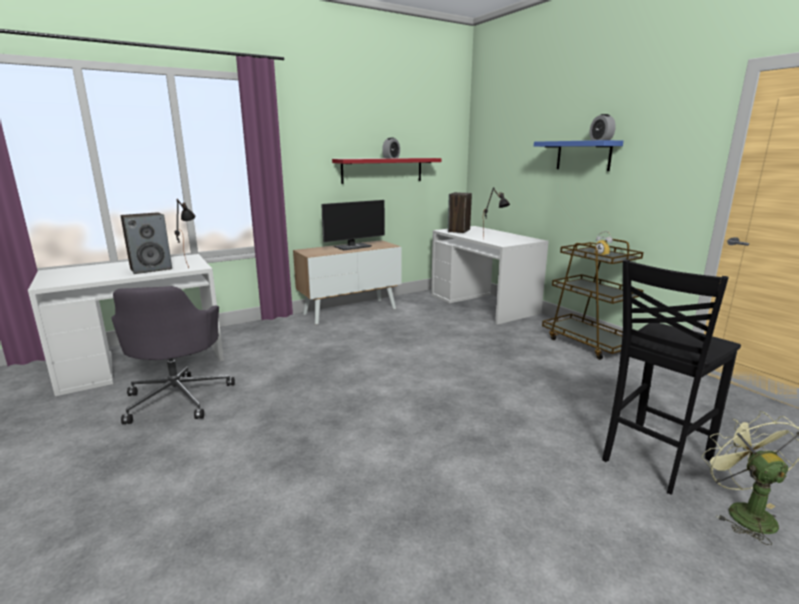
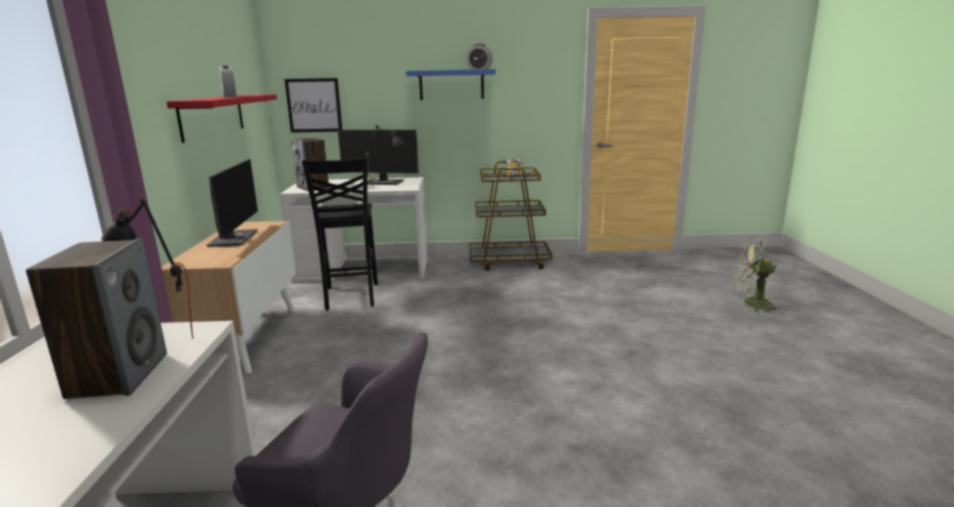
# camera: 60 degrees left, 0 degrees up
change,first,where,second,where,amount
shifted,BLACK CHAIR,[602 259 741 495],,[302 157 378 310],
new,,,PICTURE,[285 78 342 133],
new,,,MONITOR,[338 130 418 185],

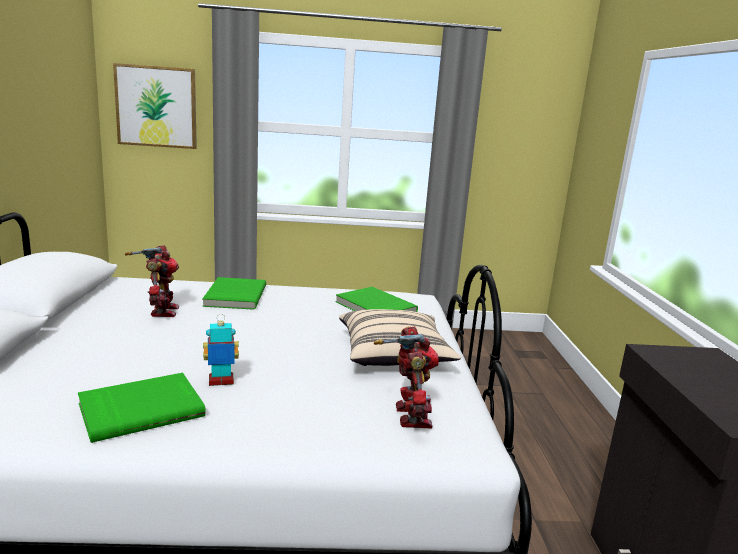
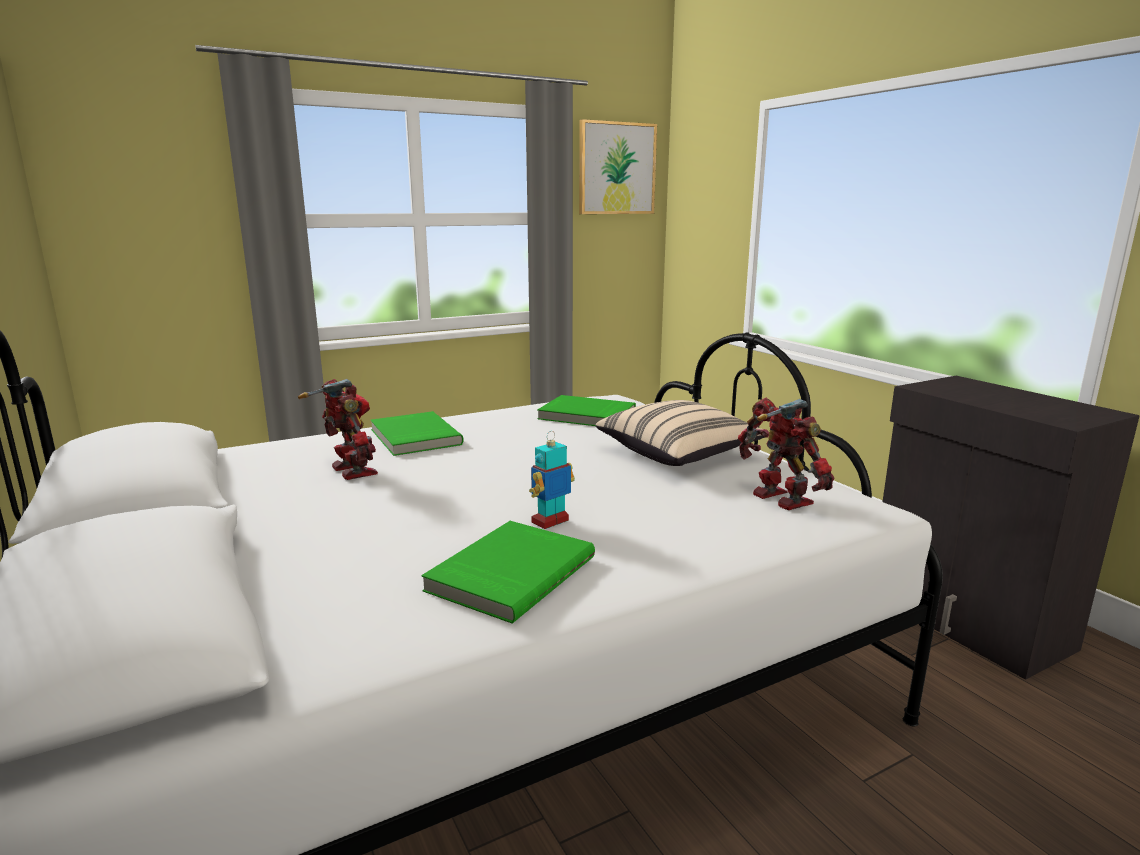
# camera: 25 degrees left, 0 degrees up
change,first,where,second,where,amount
shifted,PICTURE,[113 63 197 149],,[579 119 657 214],

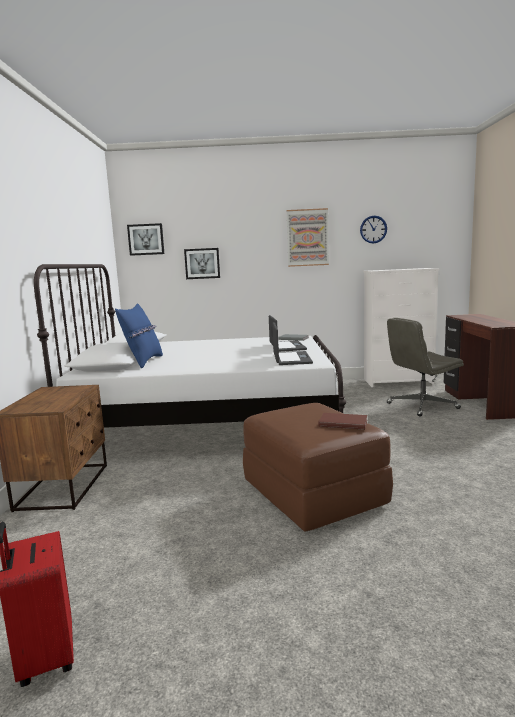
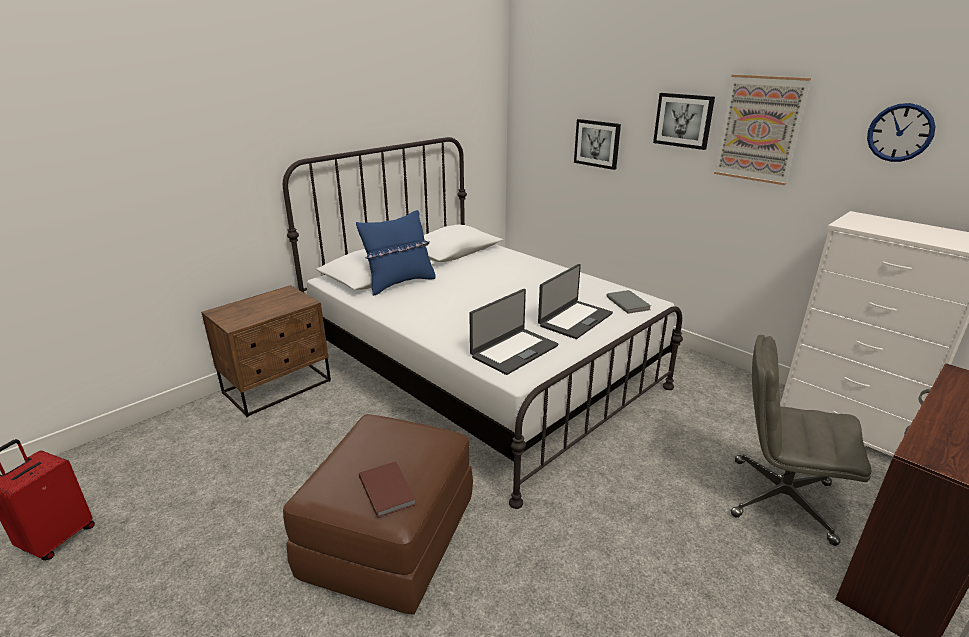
# camera: 45 degrees right, 15 degrees up
change,first,where,second,where,amount
shifted,PICTURE,[127 223 164 256],,[653 93 715 150],

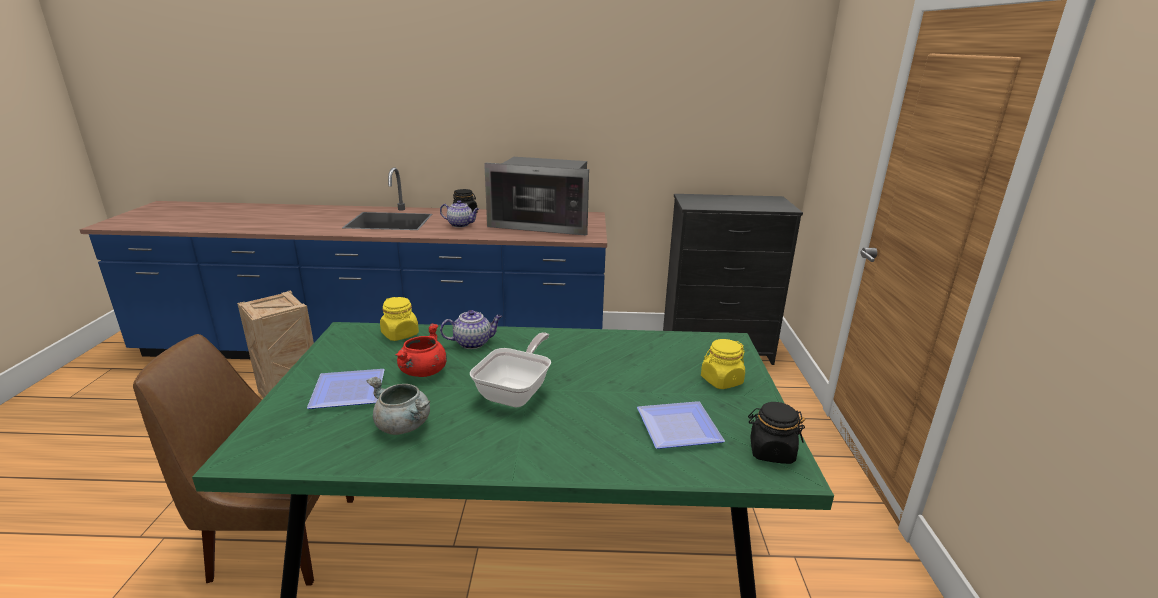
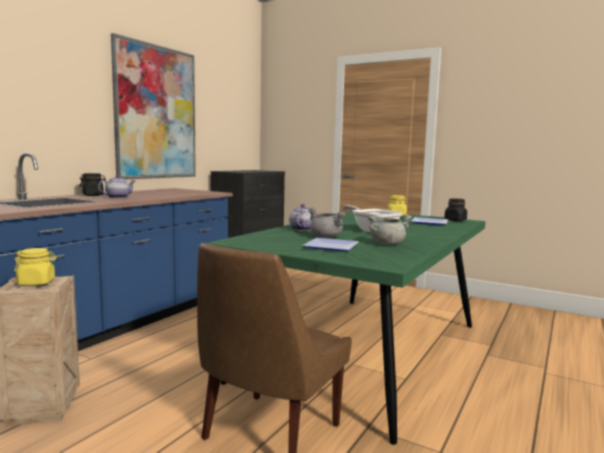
# camera: 60 degrees left, 15 degrees down
change,first,where,second,where,amount
gone,MICROWAVE,[484 157 589 236],,,
shifted,YELLOW JAR,[380 297 419 341],,[14 248 57 285],
repainted,RED COOKING POT,[395 323 447 377],GREY COOKING POT,[308 208 346 238],
new,,,PICTURE,[111 33 196 179],

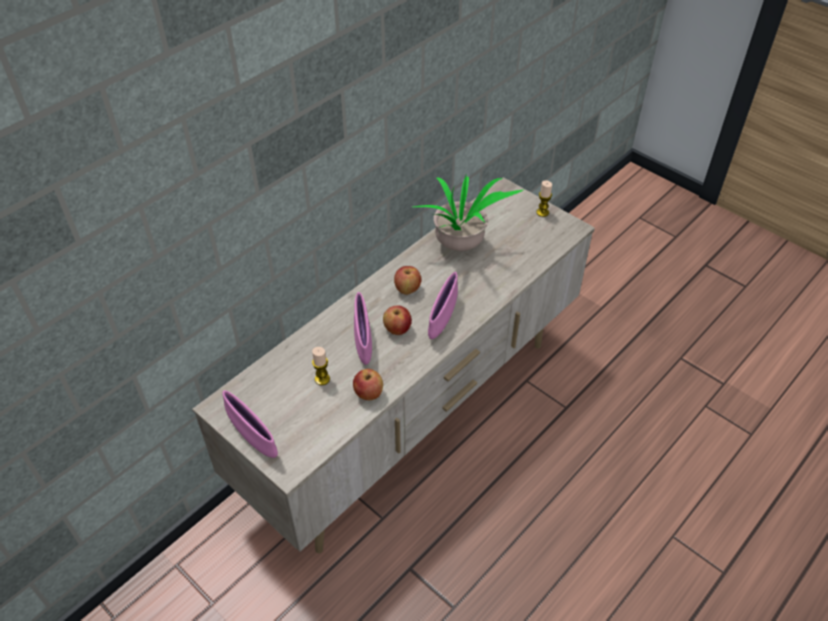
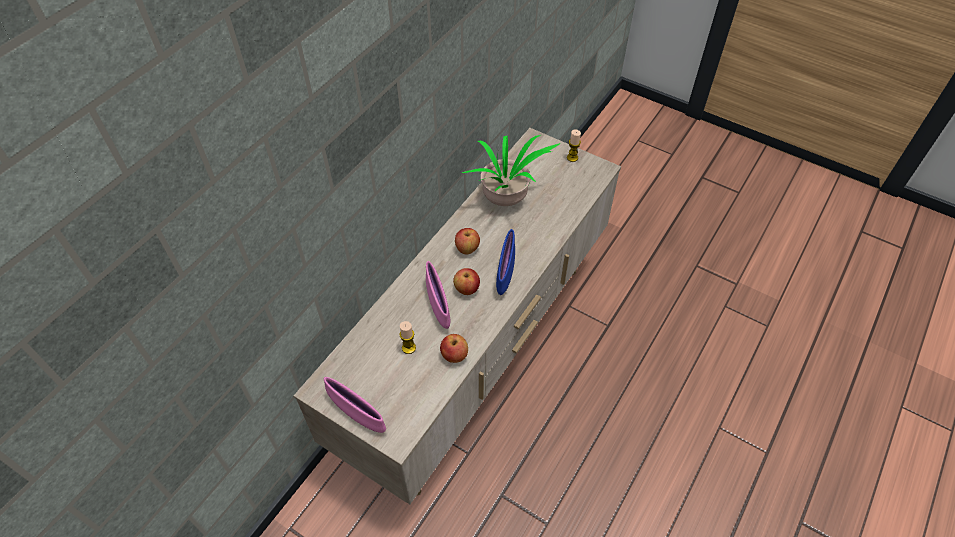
# camera: 10 degrees left, 5 degrees up
change,first,where,second,where,amount
repainted,PINK BOWL,[428 272 458 339],BLUE BOWL,[496 229 515 295],

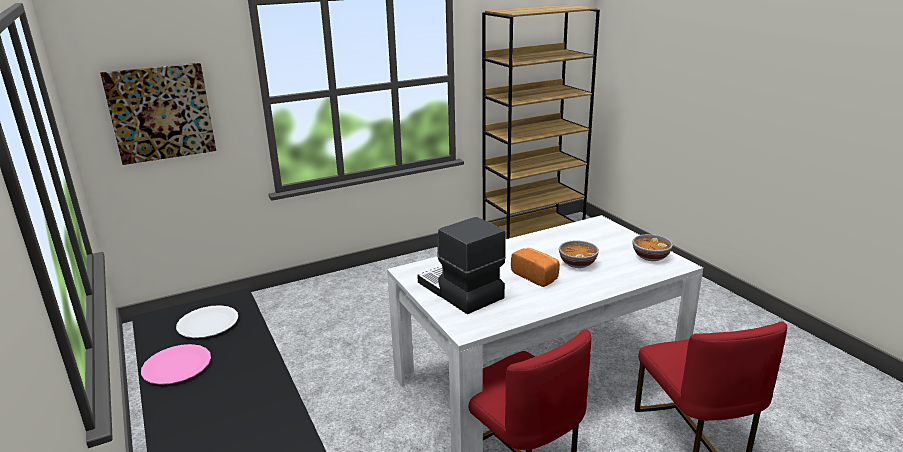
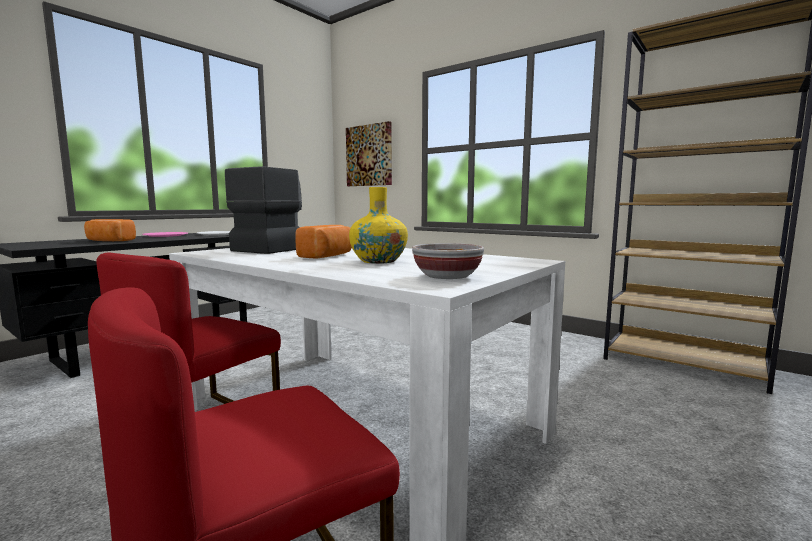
# camera: 65 degrees right, 15 degrees down
change,first,where,second,where,amount
swapped,BOWL,[559 241 599 268],YELLOW VASE,[349 187 408 264],
new,,,BREAD,[84 219 136 241],

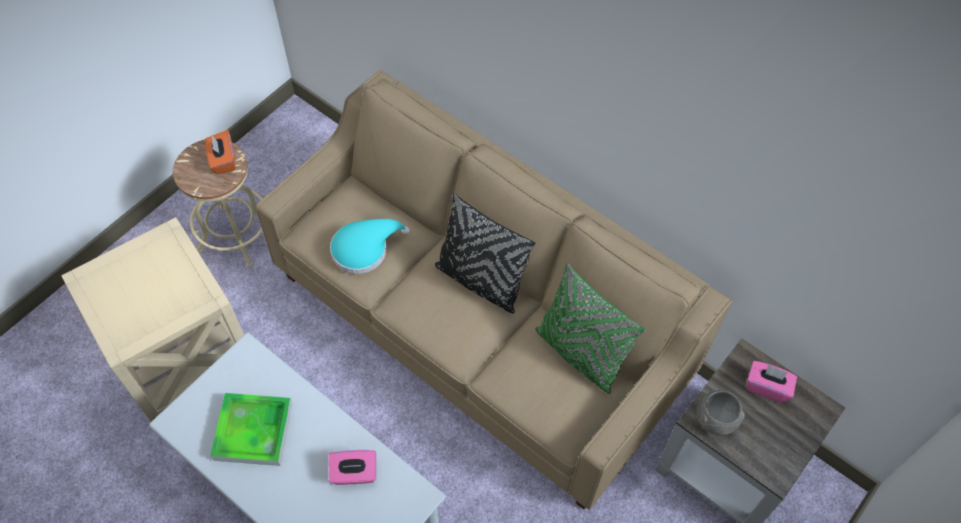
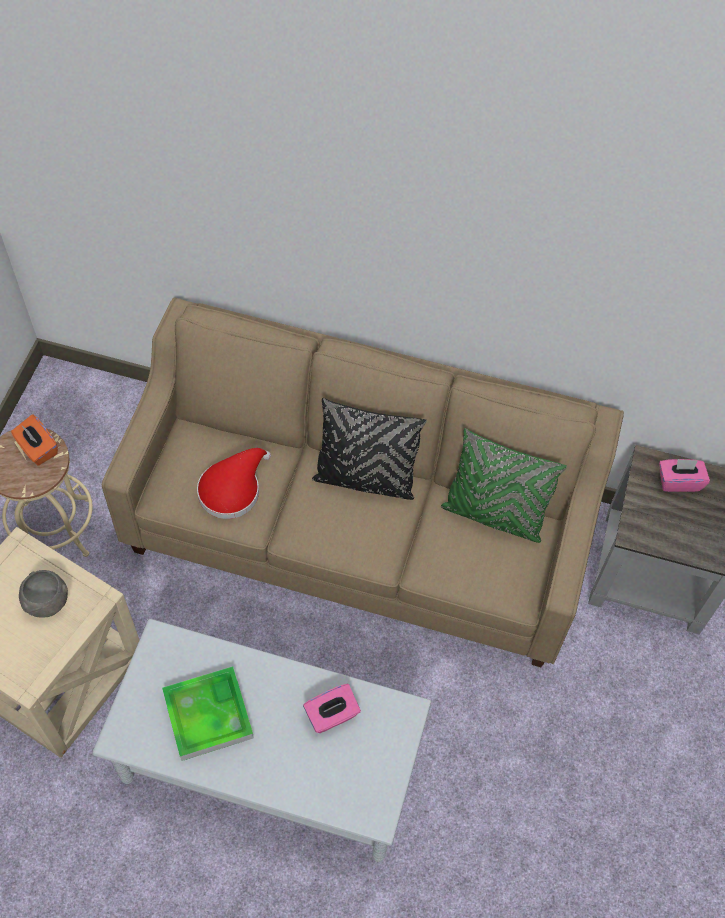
# camera: 25 degrees left, 0 degrees up
change,first,where,second,where,amount
repainted,TURQUOISE HAT,[330 219 409 274],RED HAT,[197 448 271 519],
shifted,GREY BOWL,[697 389 745 436],,[19 570 68 618],

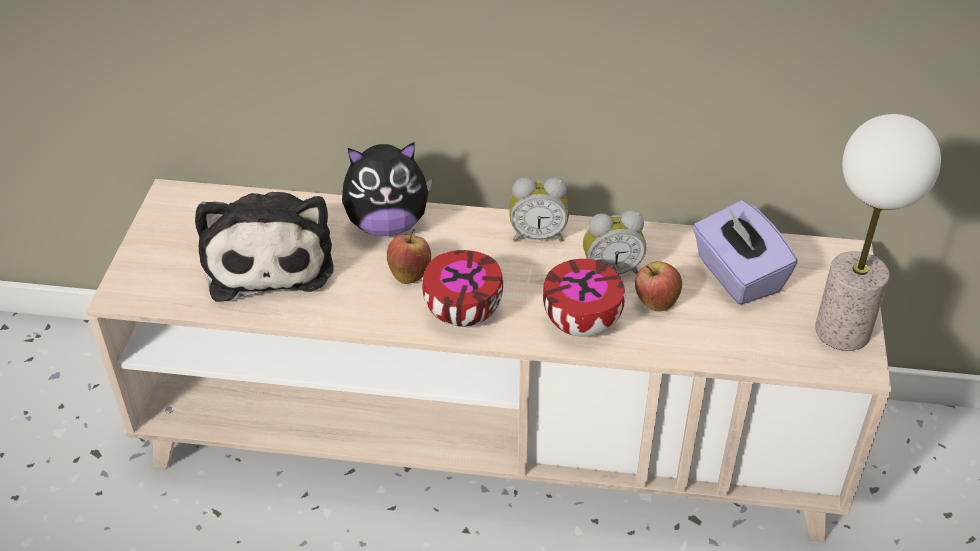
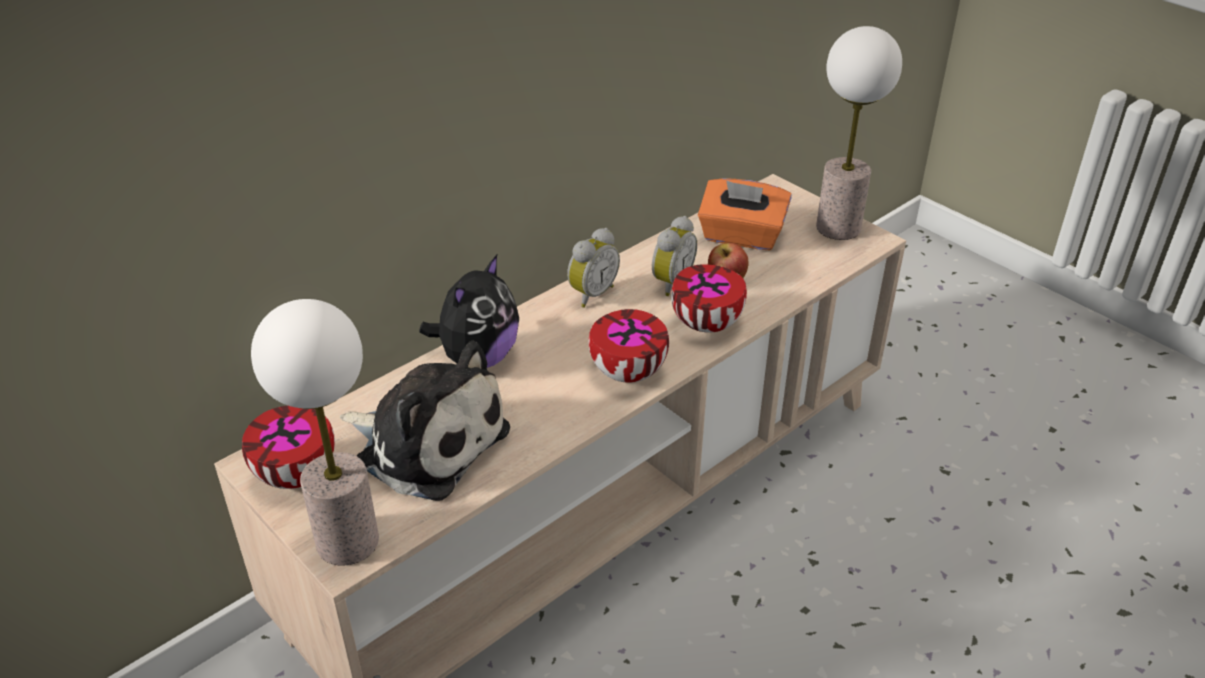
# camera: 50 degrees left, 5 degrees down
change,first,where,second,where,amount
repainted,PURPLE TISSUE BOX,[693 200 798 305],ORANGE TISSUE BOX,[698 178 791 250],
gone,APPLE,[387 229 431 284],,,
new,,,TABLE LAMP,[251 299 379 566],
new,,,BOWL,[242 406 335 489],

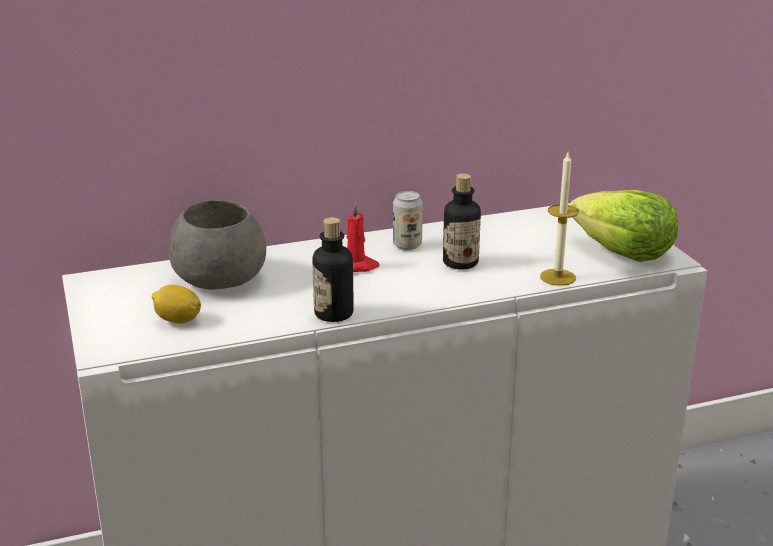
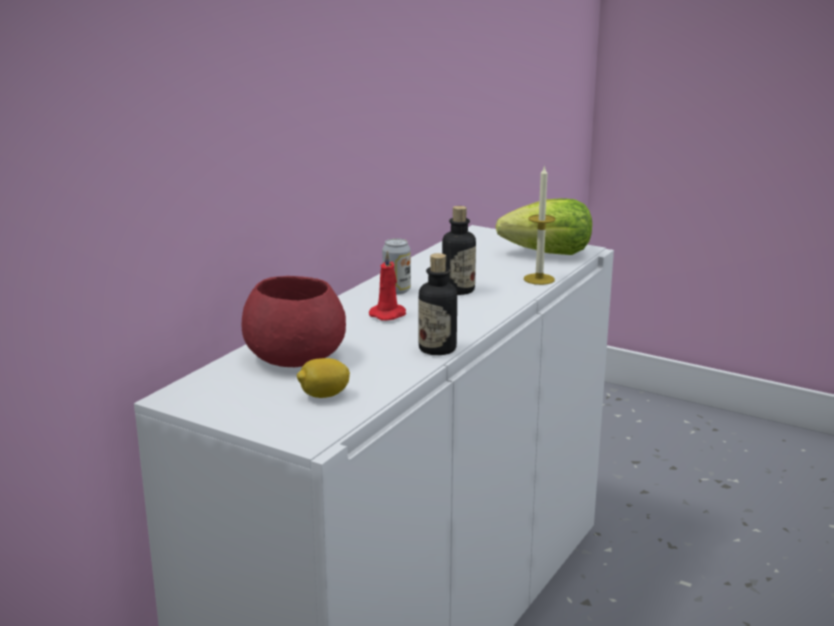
# camera: 40 degrees left, 5 degrees down
change,first,where,second,where,amount
repainted,GREY BOWL,[168 199 266 290],RED BOWL,[242 276 346 367],

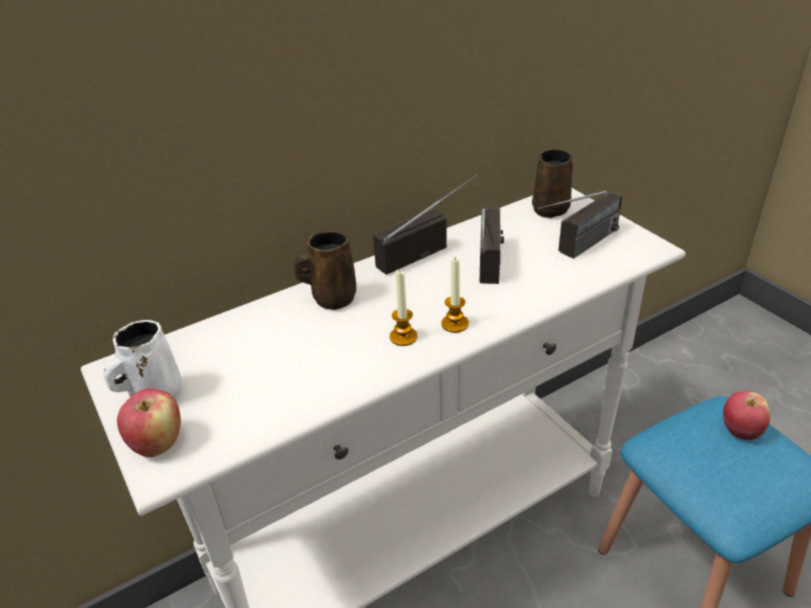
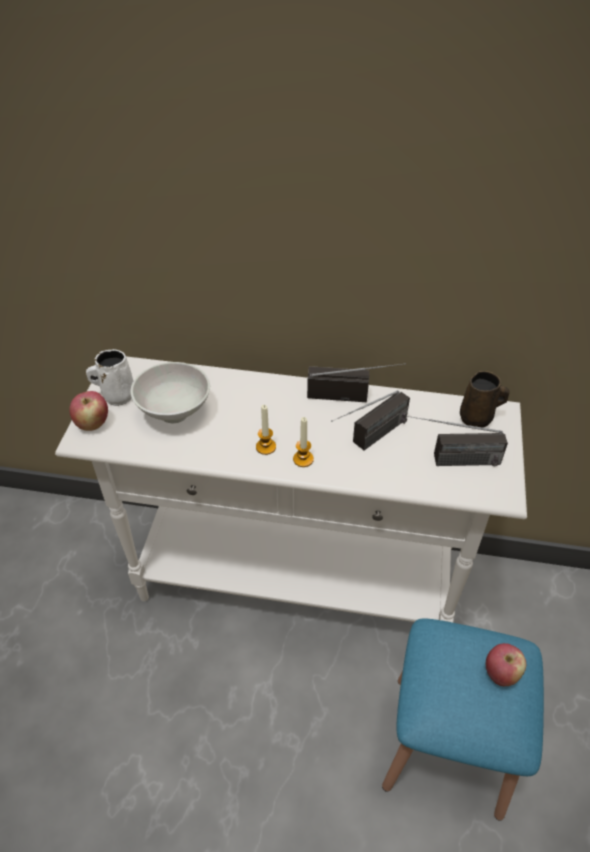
# camera: 40 degrees right, 10 degrees up
change,first,where,second,where,amount
gone,BROWN MUG,[293 231 356 310],,,
new,,,WHITE BOWL,[130 362 210 423],

